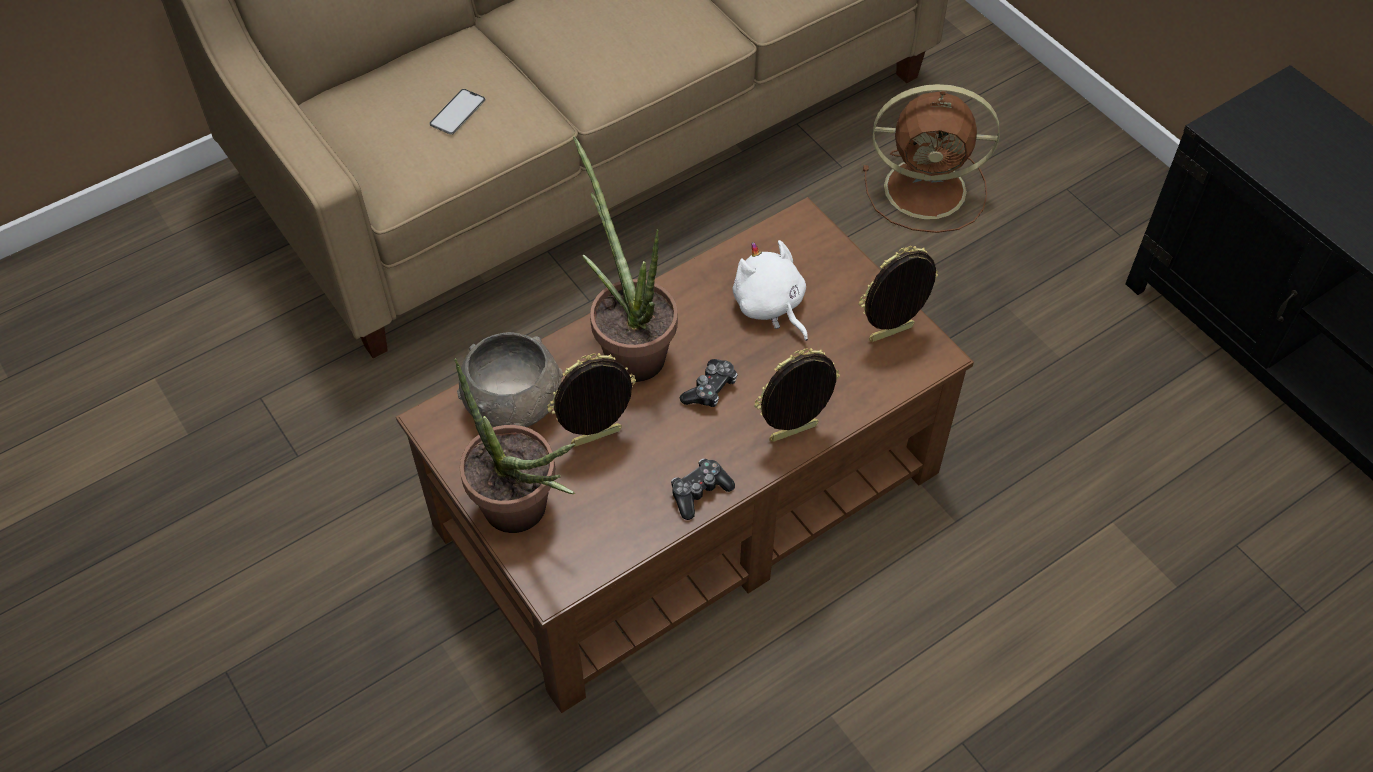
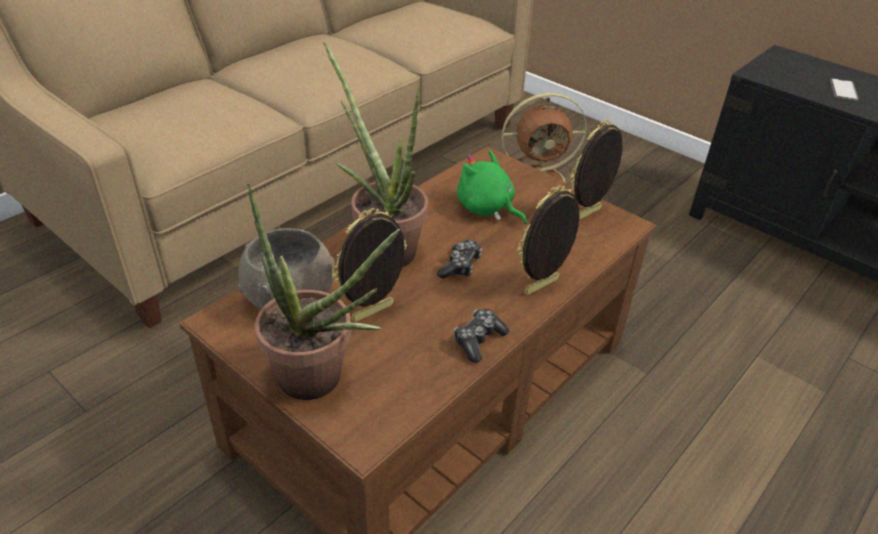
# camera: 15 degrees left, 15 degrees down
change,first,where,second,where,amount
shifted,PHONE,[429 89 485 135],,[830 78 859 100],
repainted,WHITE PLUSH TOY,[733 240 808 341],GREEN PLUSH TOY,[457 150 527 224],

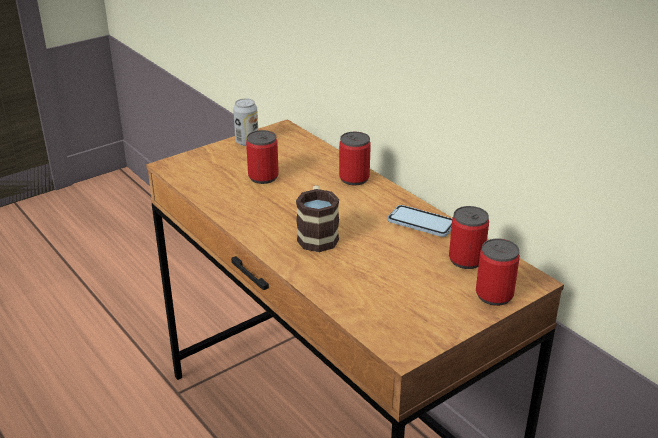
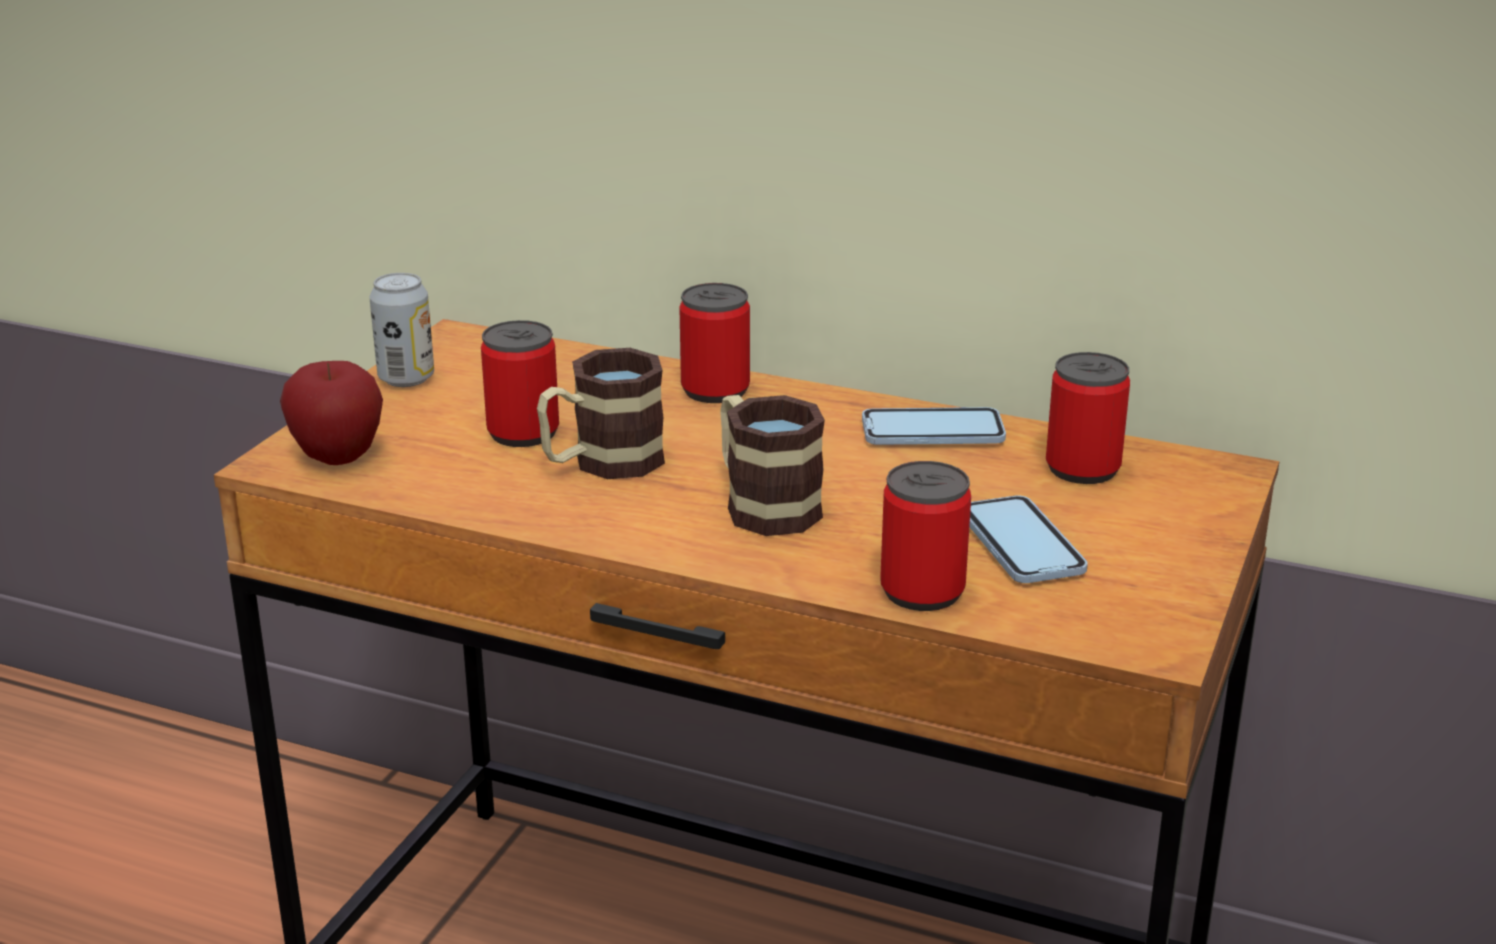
# camera: 30 degrees left, 5 degrees down
change,first,where,second,where,amount
shifted,CAN,[476 239 520 306],,[880 461 971 611],
new,,,MUG,[537 348 665 479],
new,,,APPLE,[280 361 383 465],
new,,,PHONE,[969 495 1088 583],

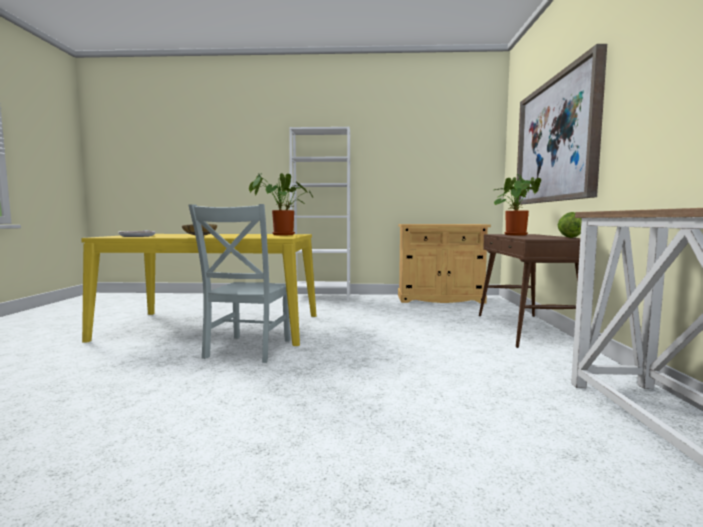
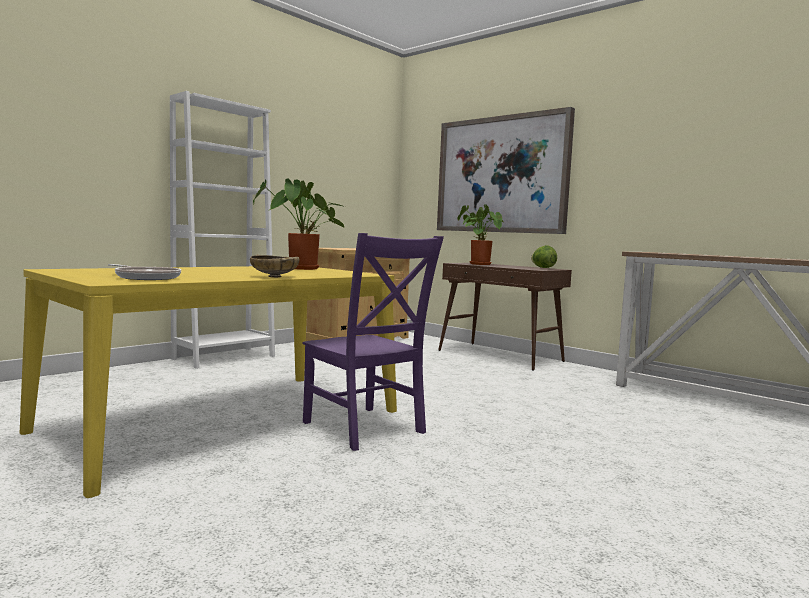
# camera: 50 degrees left, 0 degrees up
change,first,where,second,where,amount
repainted,GREY CHAIR,[188 204 290 363],PURPLE CHAIR,[303 233 444 451],

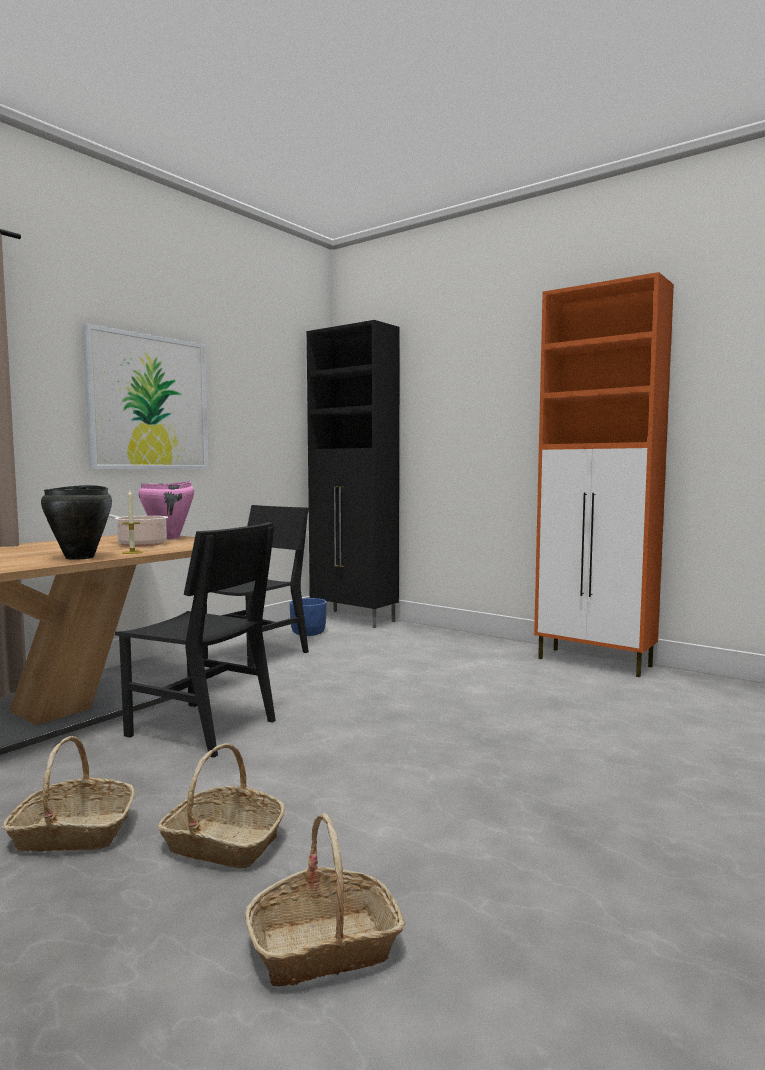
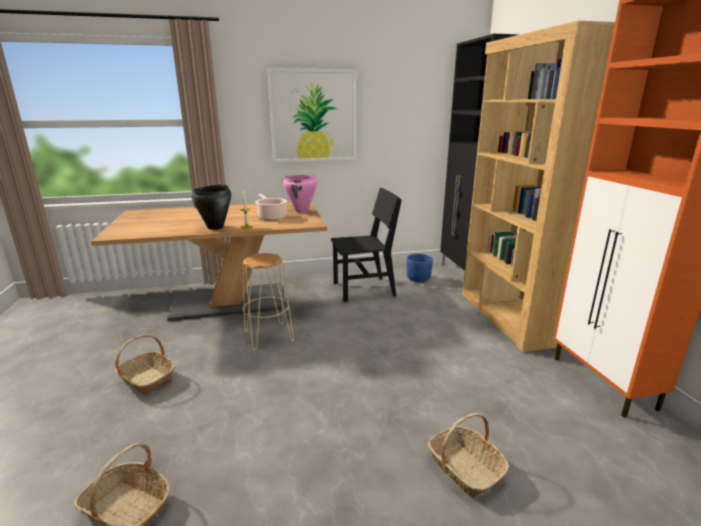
# camera: 40 degrees right, 15 degrees up
change,first,where,second,where,amount
swapped,BLACK CHAIR,[115 522 276 758],BEIGE STOOL,[242 253 294 350],
shifted,BASKET,[158 743 285 869],,[428 413 509 498],
new,,,BROWN BOOKCASE,[462 21 615 352],

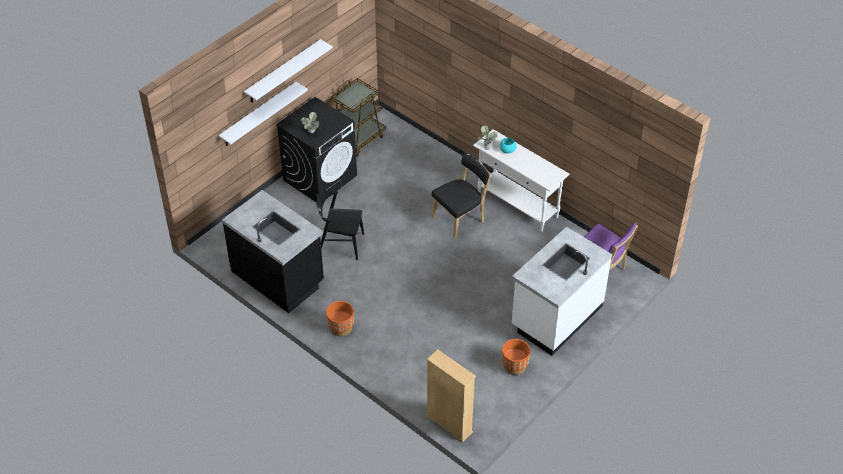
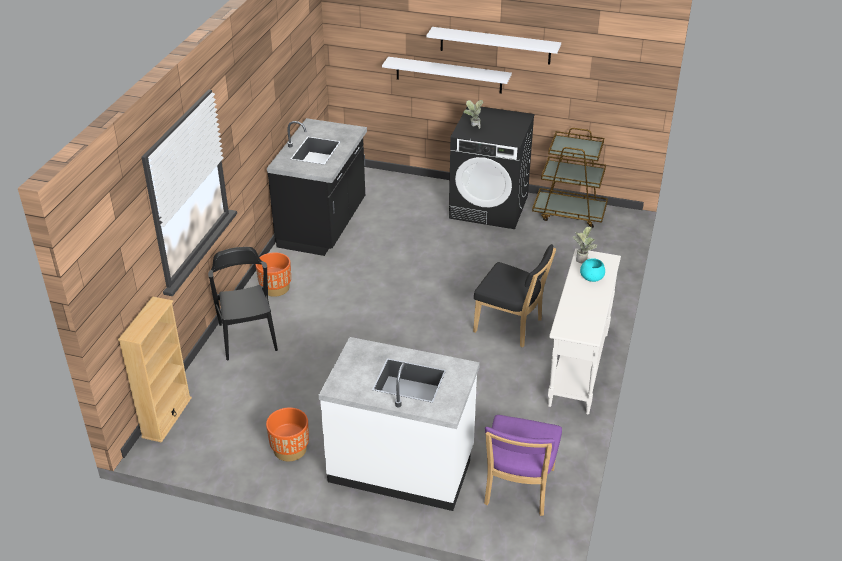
# camera: 65 degrees right, 10 degrees down
change,first,where,second,where,amount
shifted,BLACK CHAIR,[317 189 364 260],,[208 247 278 360],

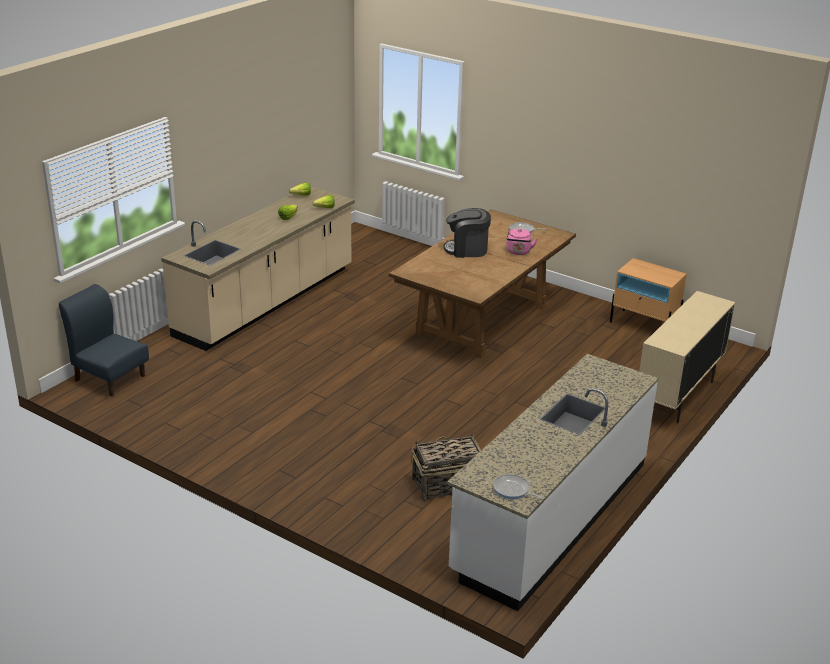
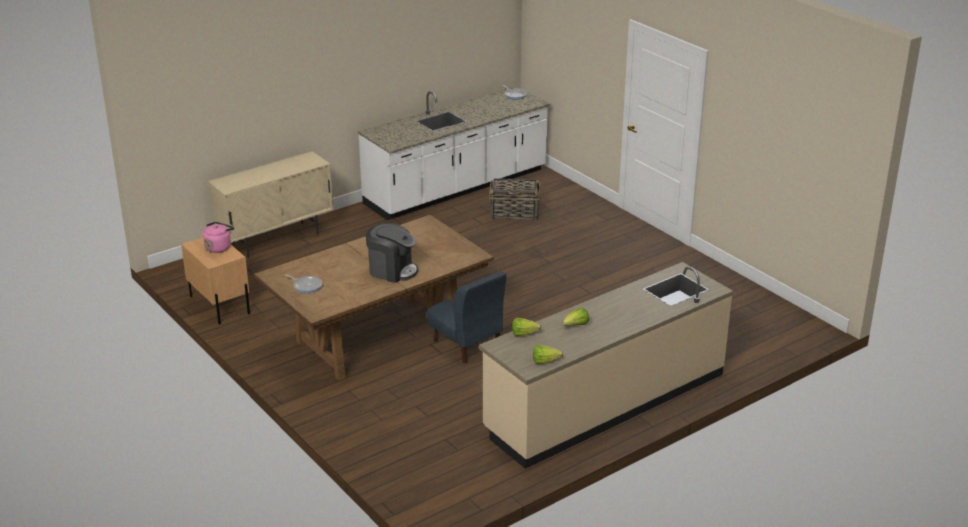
# camera: 160 degrees left, 0 degrees up
change,first,where,second,where,amount
shifted,PINK KETTLE,[506 229 537 255],,[201 222 234 253],
shifted,BLUE CHAIR,[59 284 149 397],,[427 271 507 364],

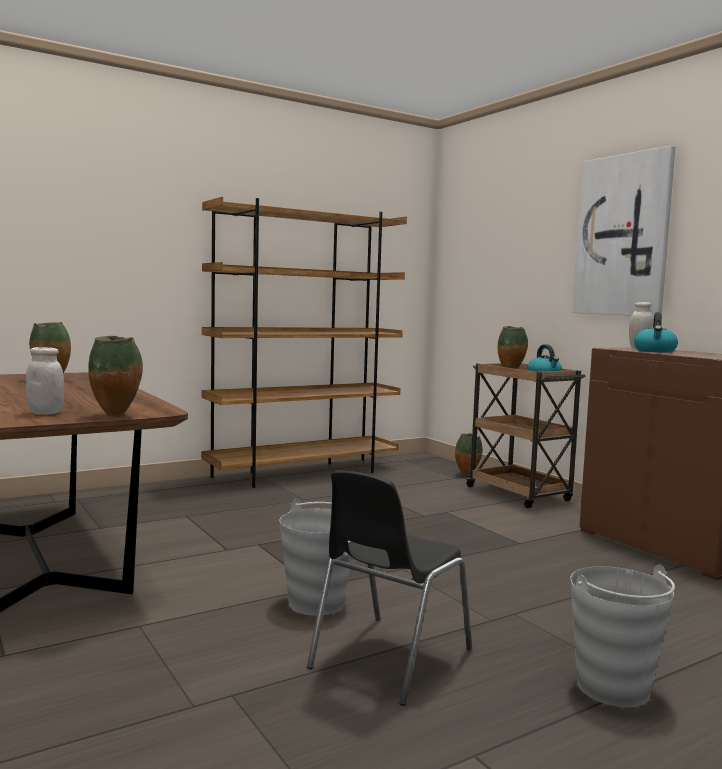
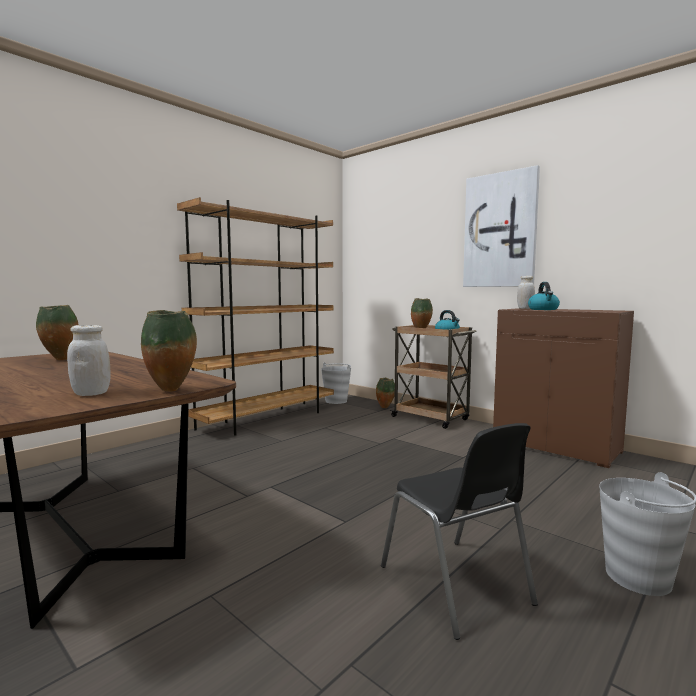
# camera: 15 degrees left, 0 degrees up
change,first,where,second,where,amount
rotated,BLACK CHAIR,[307 470 472 706],,[381 423 538 640],45 degrees counterclockwise
shifted,GREY BUCKET,[280 499 352 616],,[321 363 351 404],

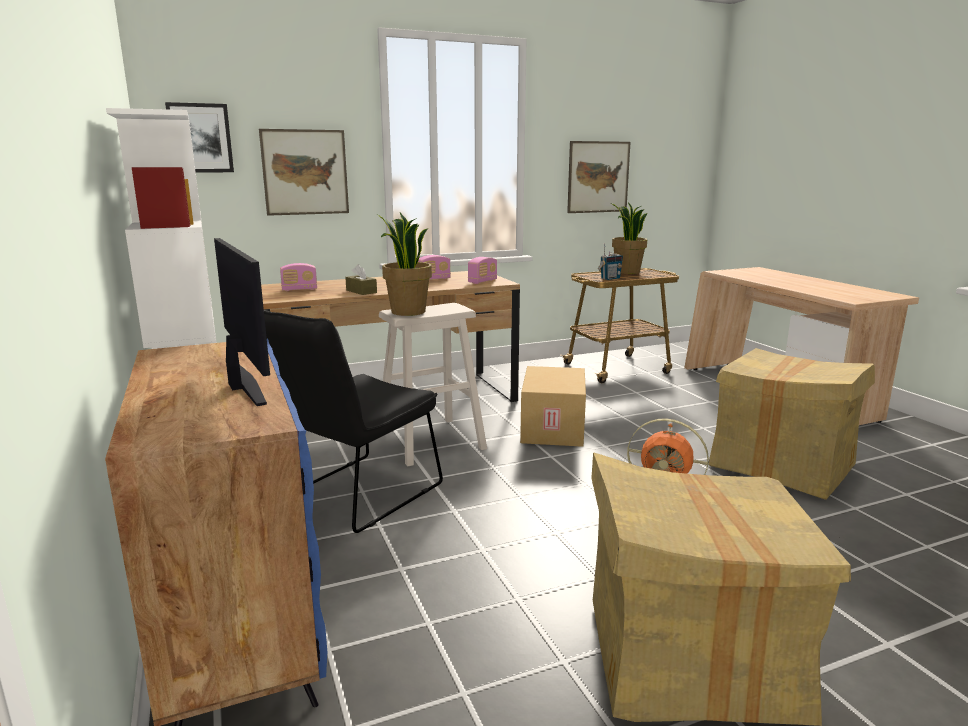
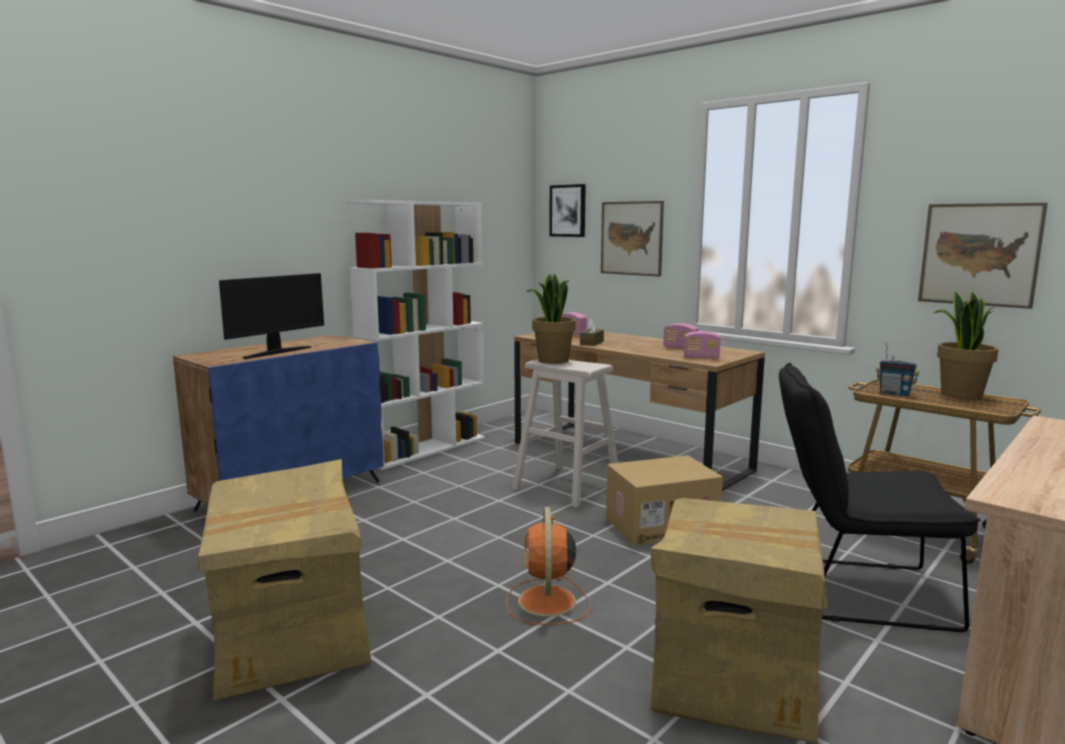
# camera: 65 degrees right, 5 degrees down
change,first,where,second,where,amount
shifted,BLACK CHAIR,[264 310 443 533],,[779 363 980 632],

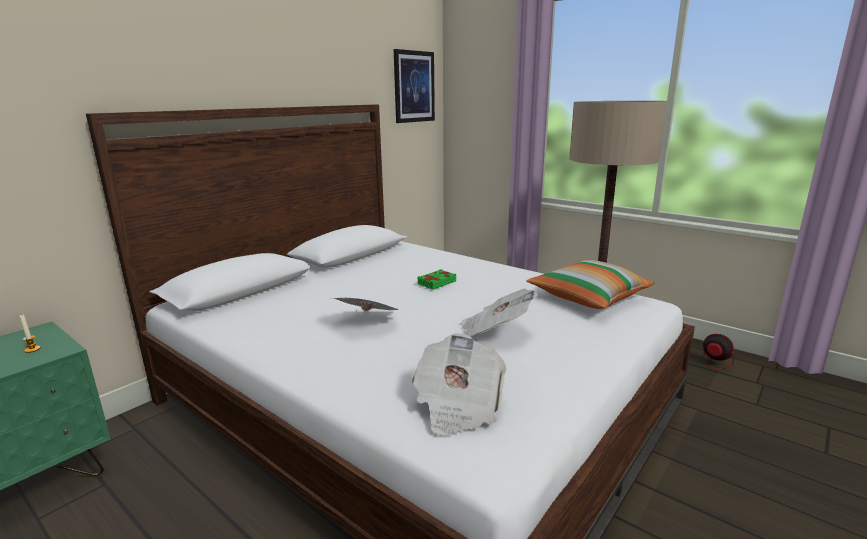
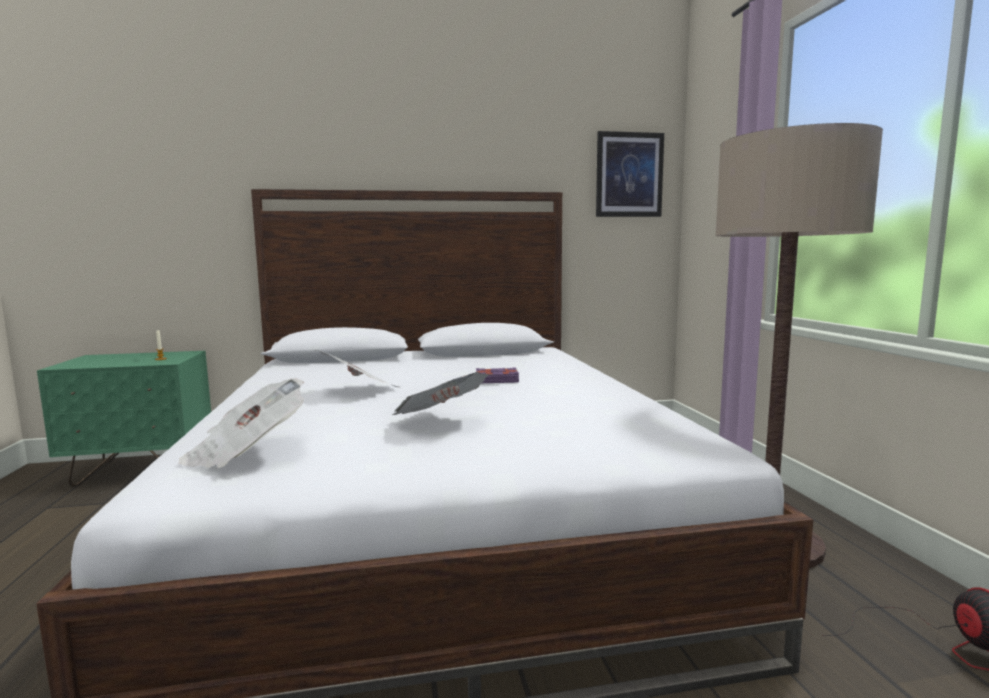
# camera: 40 degrees right, 10 degrees down
change,first,where,second,where,amount
gone,PILLOW,[526 260 655 309],,,
repainted,GREEN BOOK,[417 269 456 290],PURPLE BOOK,[476 368 519 383],

